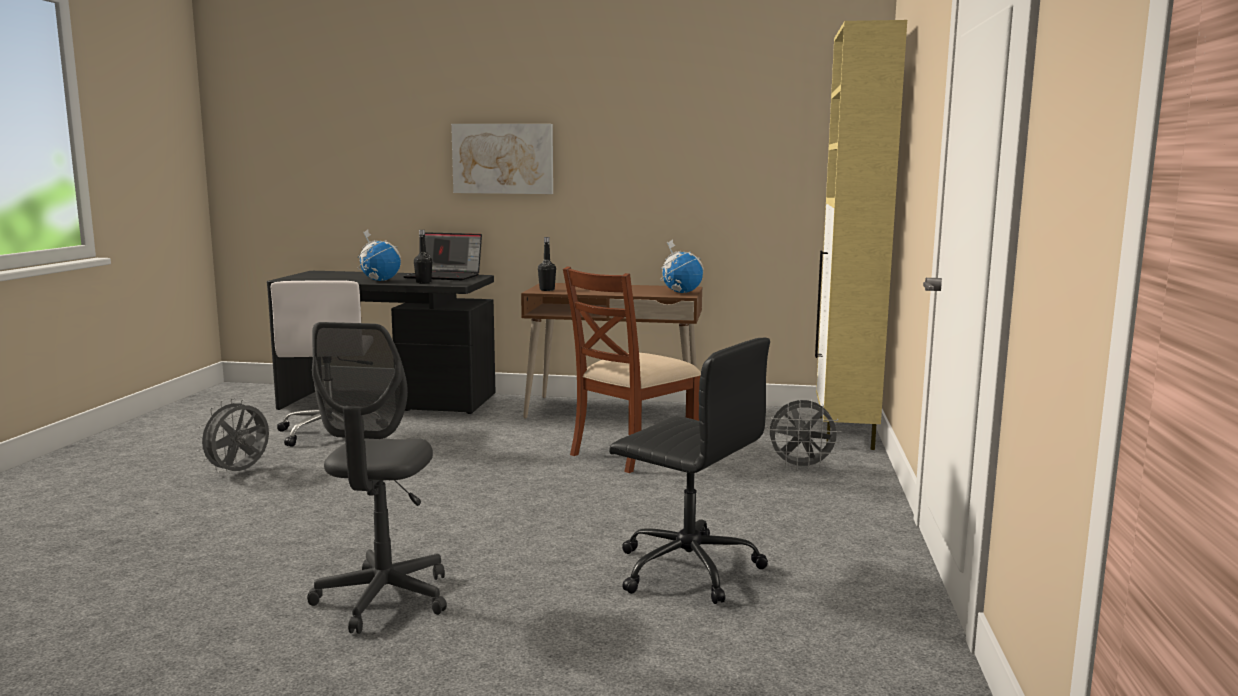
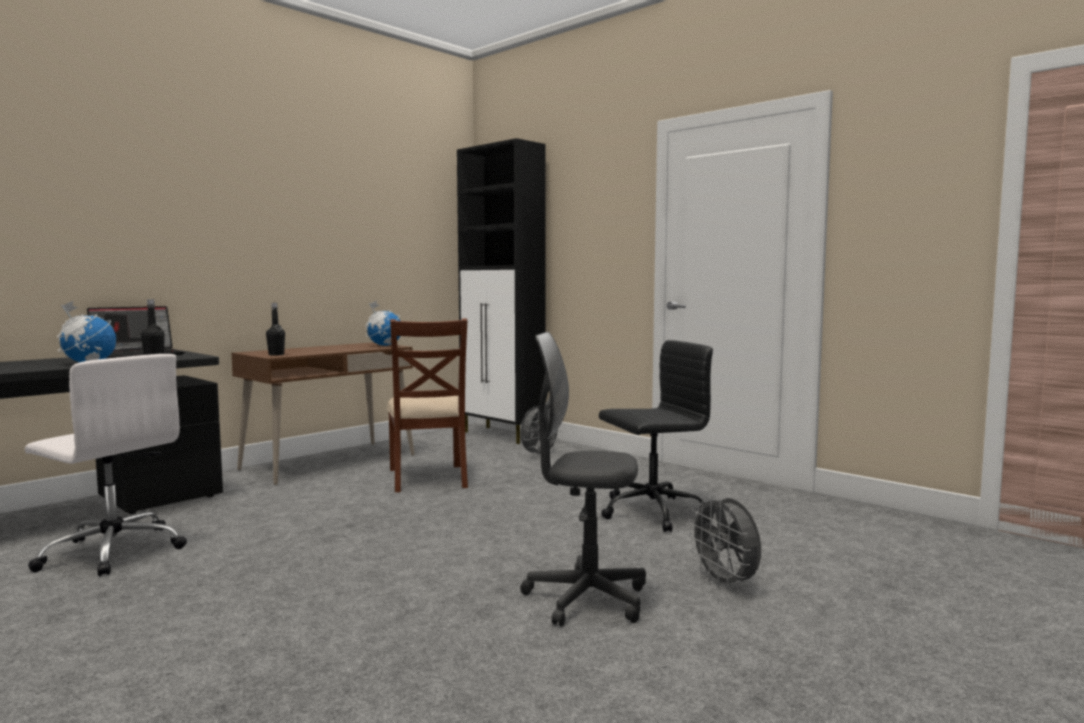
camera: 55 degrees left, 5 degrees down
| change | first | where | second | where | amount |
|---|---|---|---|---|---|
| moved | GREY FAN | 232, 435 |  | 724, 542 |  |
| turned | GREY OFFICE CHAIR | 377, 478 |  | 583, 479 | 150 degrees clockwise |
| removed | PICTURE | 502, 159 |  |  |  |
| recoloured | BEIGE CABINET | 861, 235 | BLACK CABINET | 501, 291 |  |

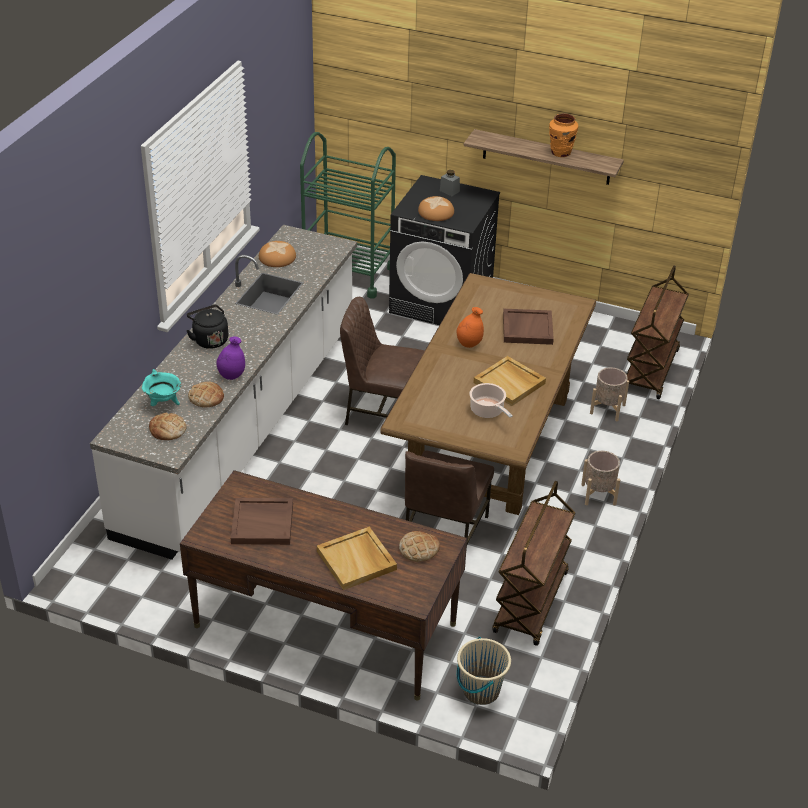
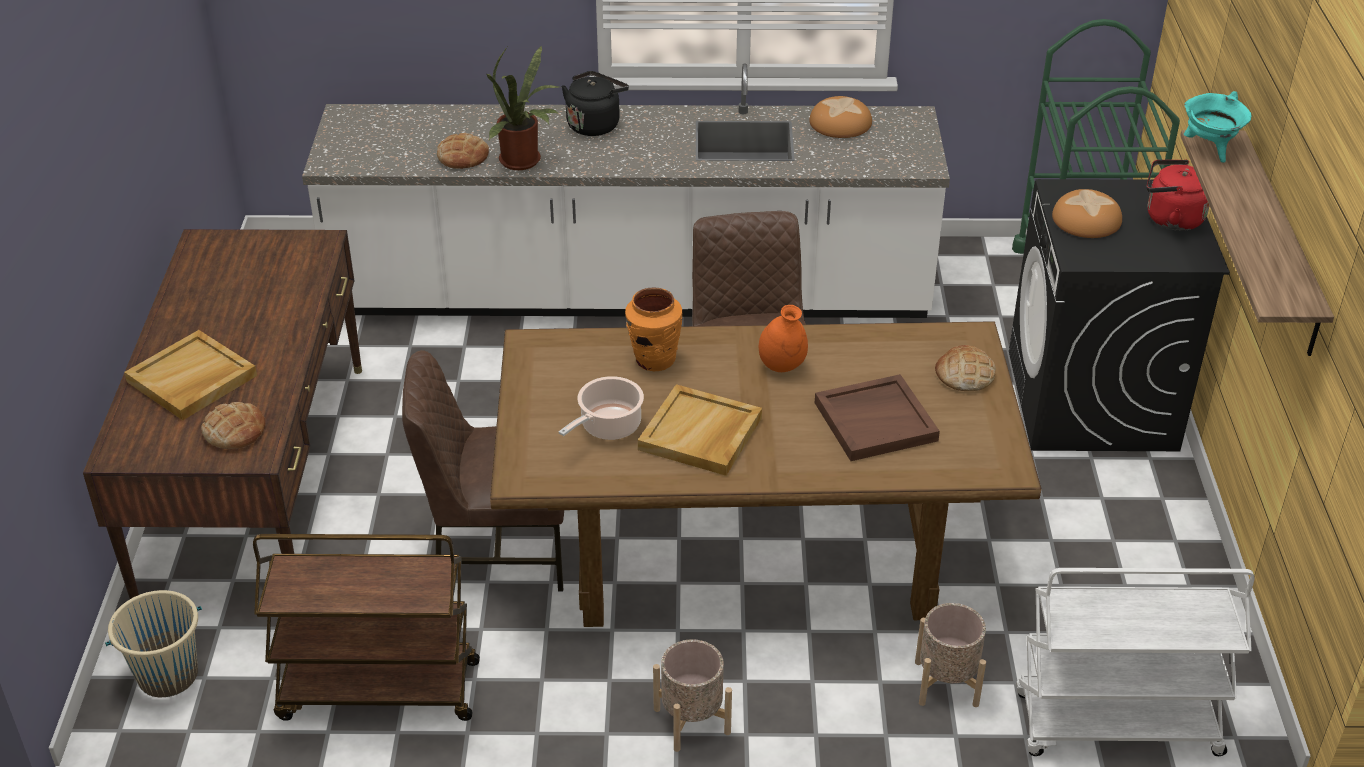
camera: 70 degrees right, 0 degrees up
| change | first | where | second | where | amount |
|---|---|---|---|---|---|
| moved | TURQUOISE COOKING POT | 161, 387 |  | 1217, 127 |  |
| moved | BREAD | 167, 426 |  | 965, 368 |  |
| replaced | PURPLE VASE | 230, 358 | POTTED PLANT | 522, 108 |  |
| removed | BROWN TRAY | 262, 521 |  |  |  |
| replaced | GREY JAR | 450, 183 | RED KETTLE | 1178, 195 |  |
| moved | ORANGE VASE | 563, 135 |  | 653, 329 |  |
| recoloured | BROWN CART | 657, 332 | WHITE CART | 1135, 662 |  |

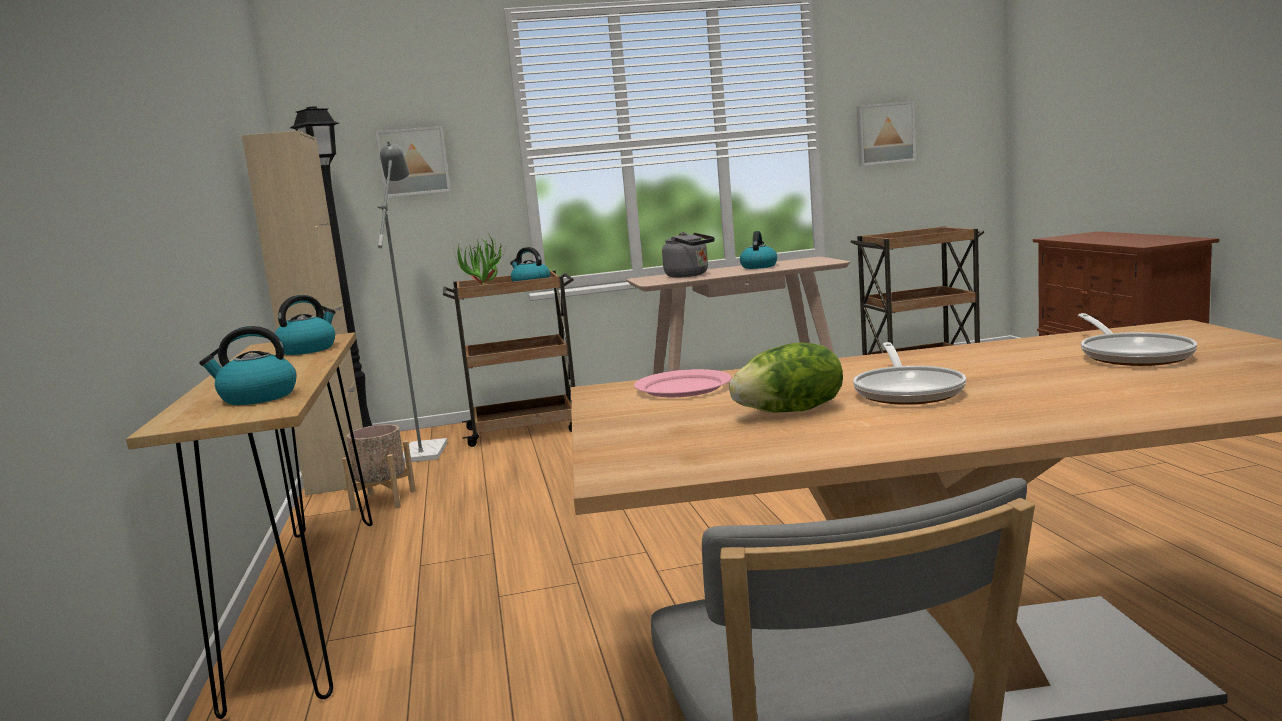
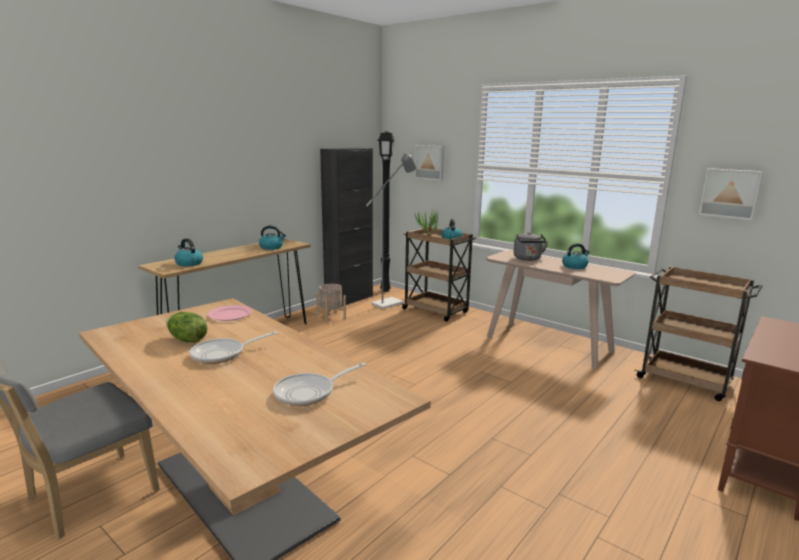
camera: 50 degrees right, 5 degrees up
| change | first | where | second | where | amount |
|---|---|---|---|---|---|
| recoloured | BEIGE CABINET | 302, 313 | BLACK CABINET | 346, 227 |  |

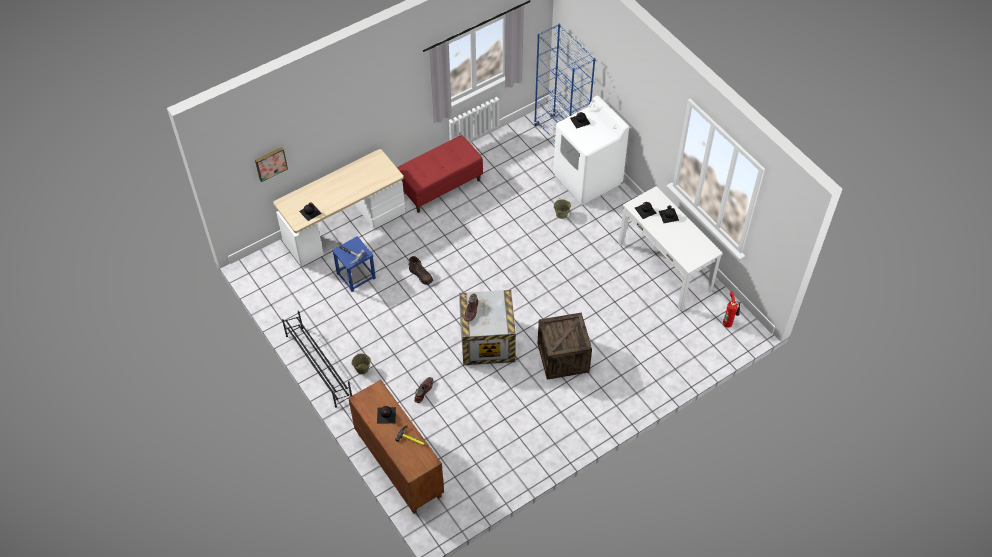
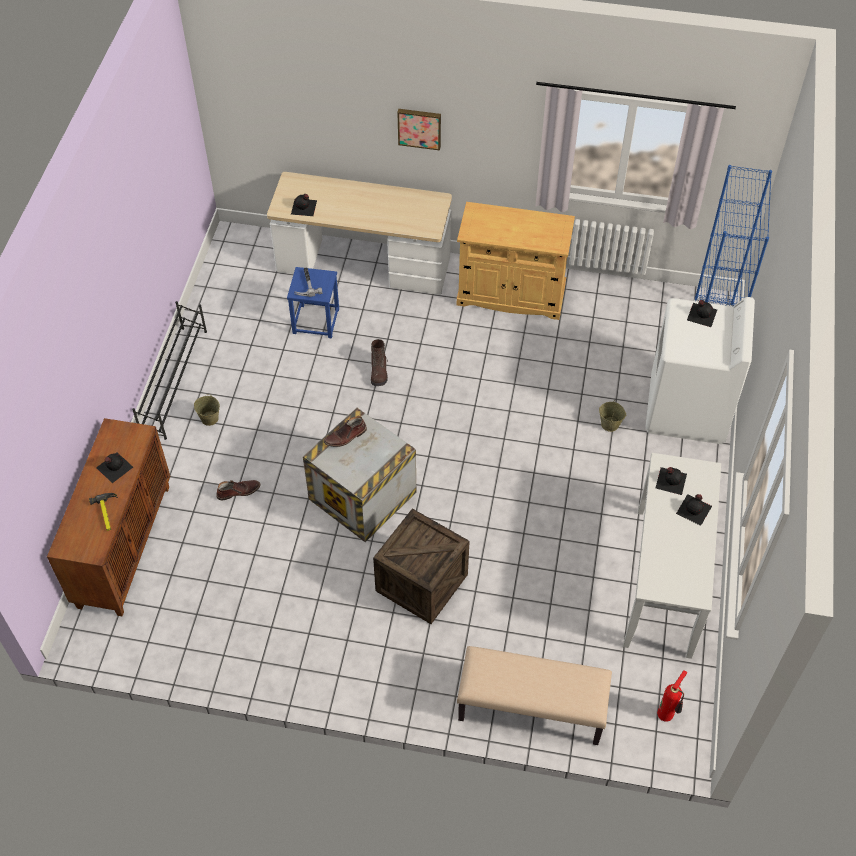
camera: 45 degrees right, 0 degrees up
| change | first | where | second | where | amount |
|---|---|---|---|---|---|
| moved | PICTURE | 271, 164 |  | 419, 130 |  |
| replaced | RED BENCH | 440, 174 | BEIGE CABINET | 516, 261 |  |
| added |  |  | BEIGE BENCH | 534, 695 |  |

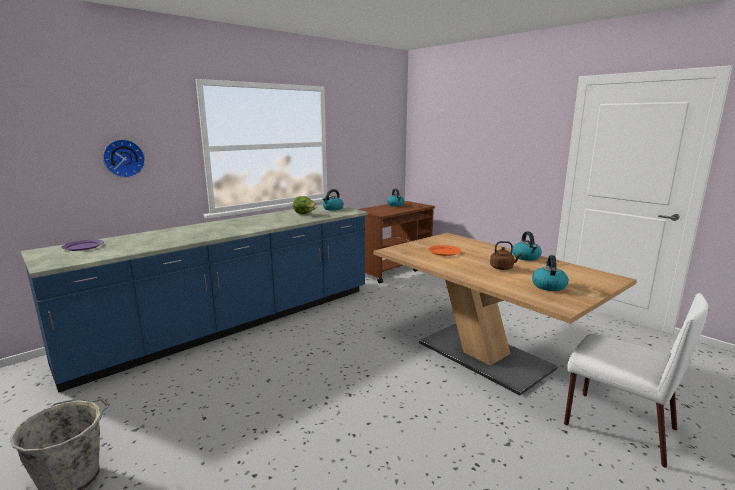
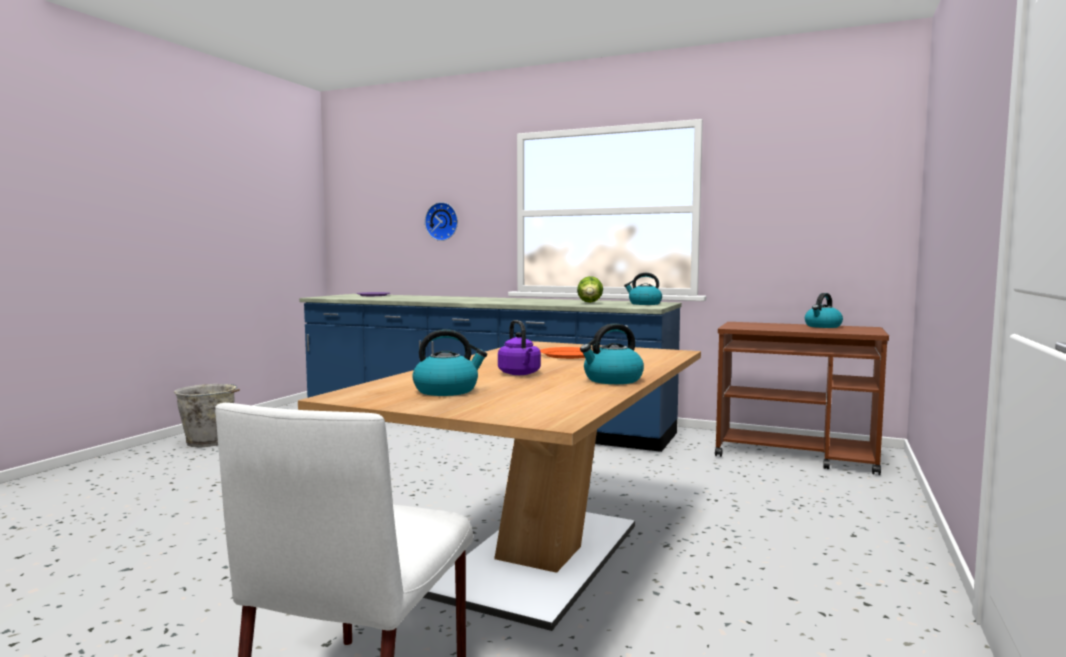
camera: 65 degrees right, 10 degrees down
| change | first | where | second | where | amount |
|---|---|---|---|---|---|
| recoloured | BROWN KETTLE | 506, 255 | PURPLE KETTLE | 519, 347 |  |

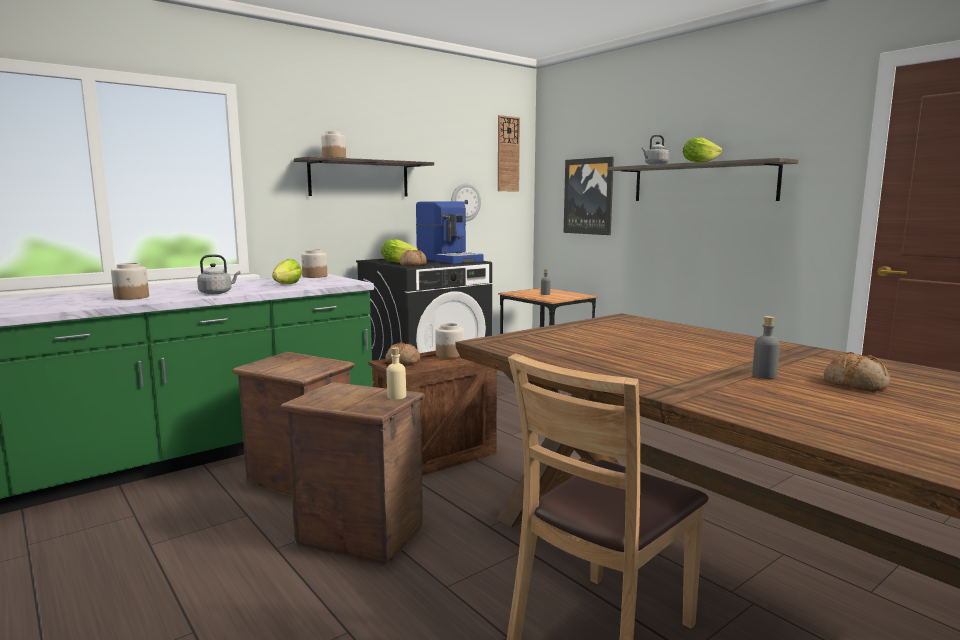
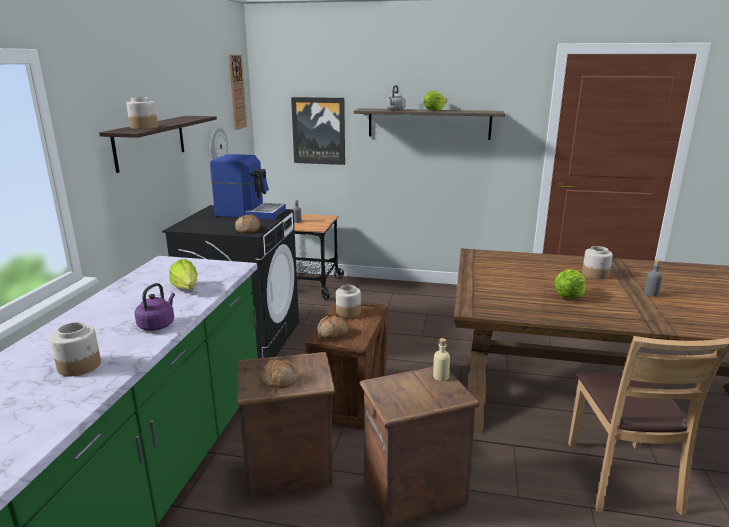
camera: 40 degrees left, 10 degrees up
| change | first | where | second | where | amount |
|---|---|---|---|---|---|
| recoloured | GREY KETTLE | 218, 274 | PURPLE KETTLE | 154, 307 |  |
| moved | JAR | 314, 263 |  | 597, 262 |  |
| moved | LETTUCE | 399, 251 |  | 569, 284 |  |
| moved | BREAD | 857, 371 |  | 278, 373 |  |

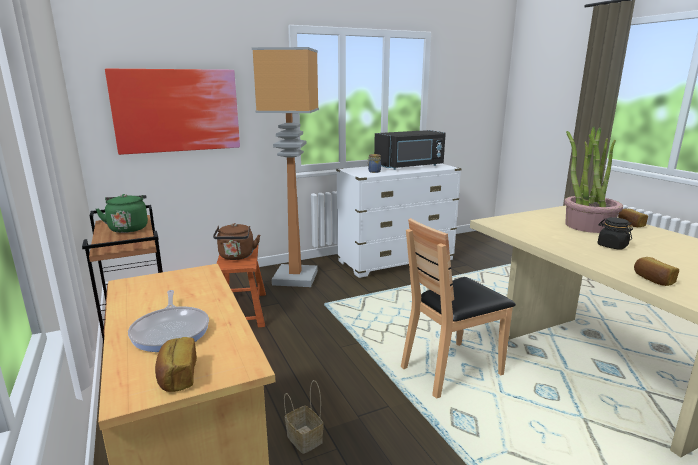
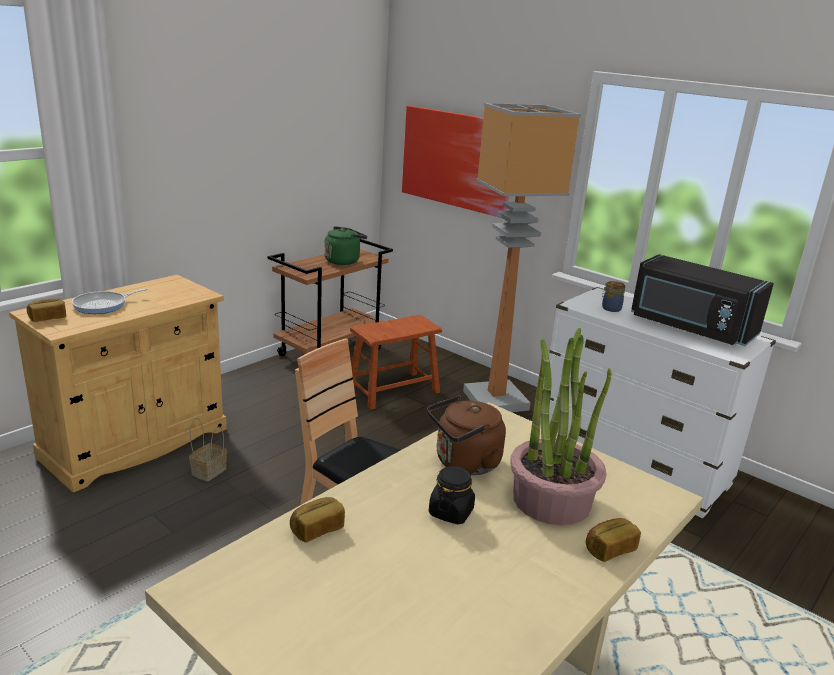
camera: 65 degrees right, 5 degrees up
| change | first | where | second | where | amount |
|---|---|---|---|---|---|
| moved | BROWN KETTLE | 236, 241 |  | 466, 435 |  |

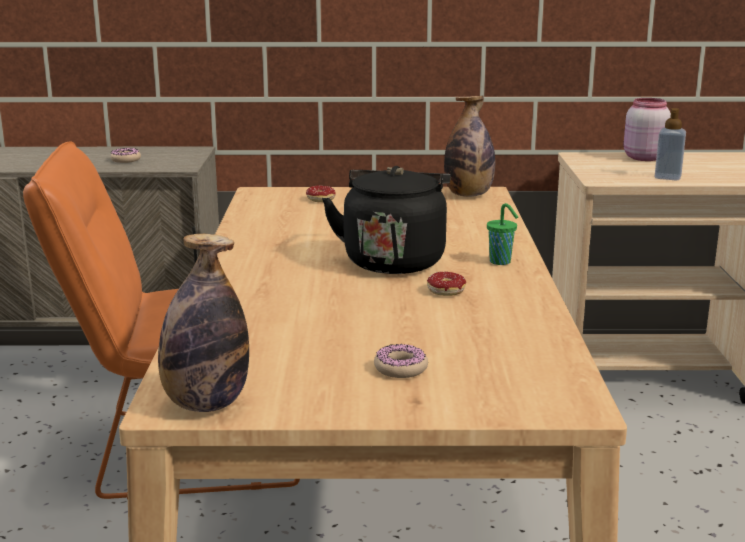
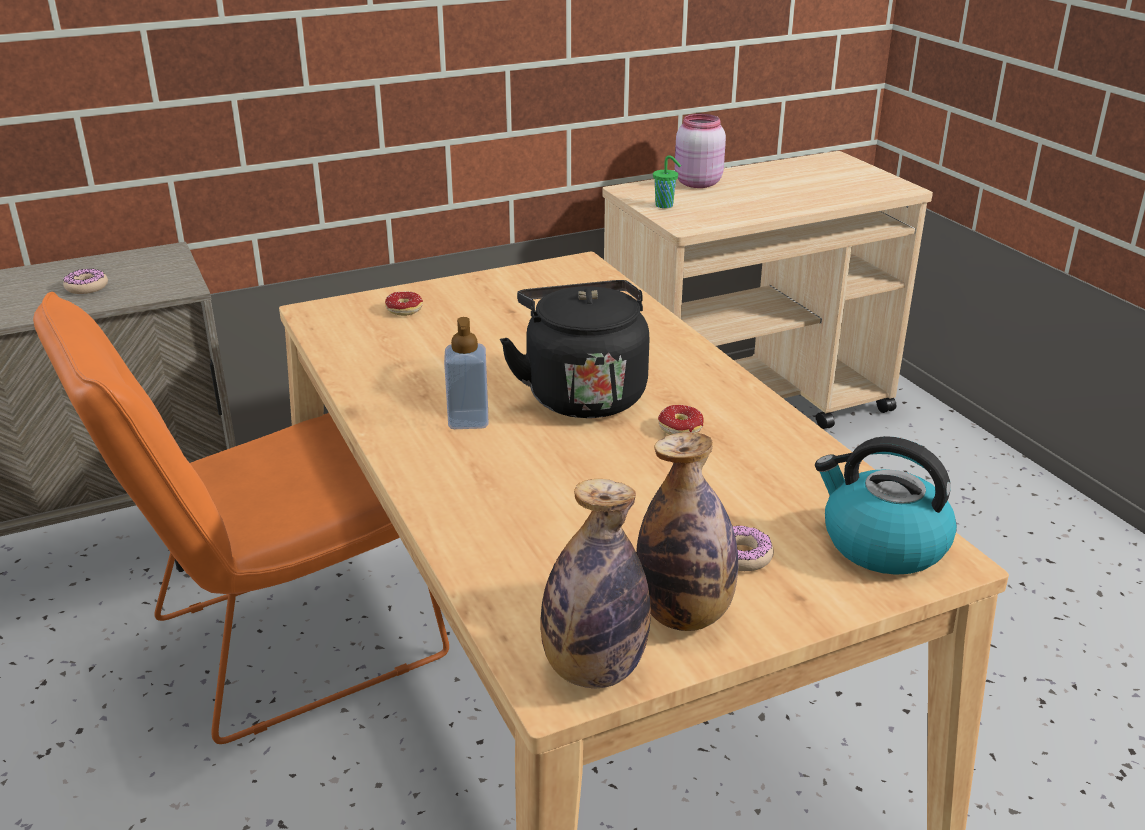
camera: 25 degrees left, 10 degrees up
| change | first | where | second | where | amount |
|---|---|---|---|---|---|
| moved | BOTTLE | 469, 146 |  | 687, 531 |  |
| moved | GREEN CUP | 502, 234 |  | 667, 181 |  |
| moved | SOAP DISPENSER | 670, 144 |  | 466, 373 |  |
| added |  |  | KETTLE | 886, 505 |  |

